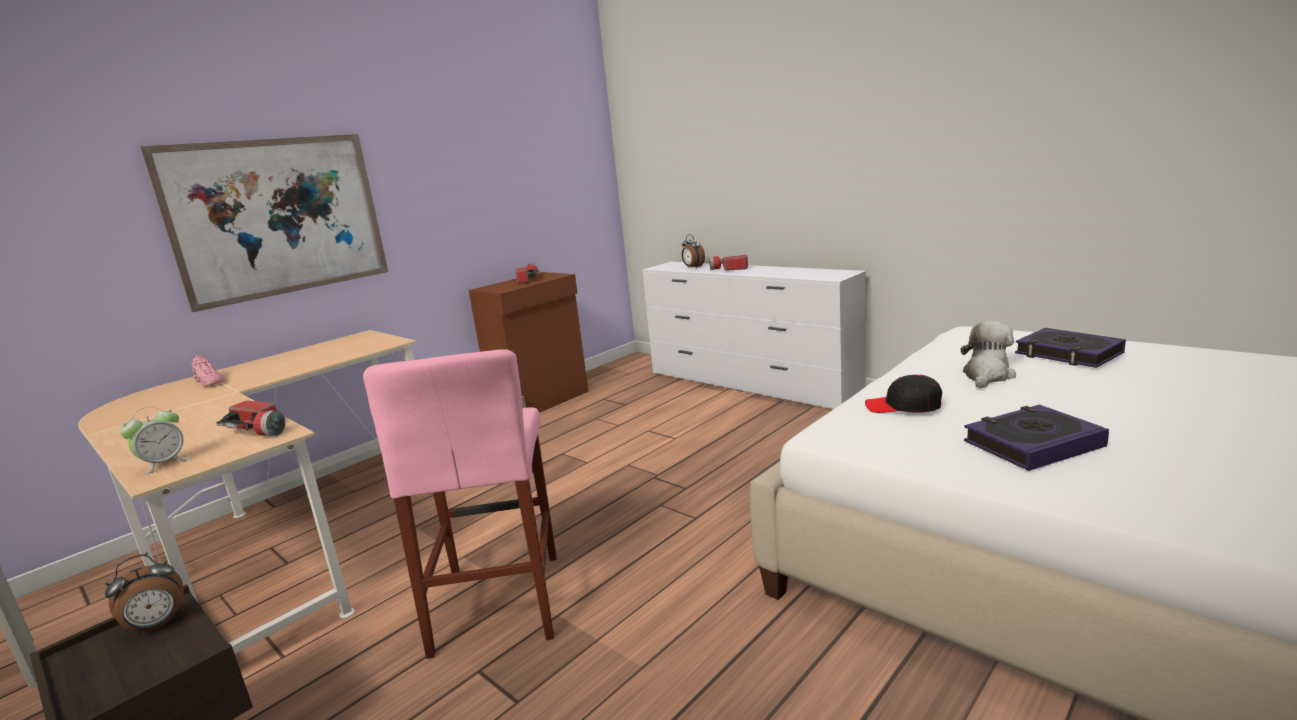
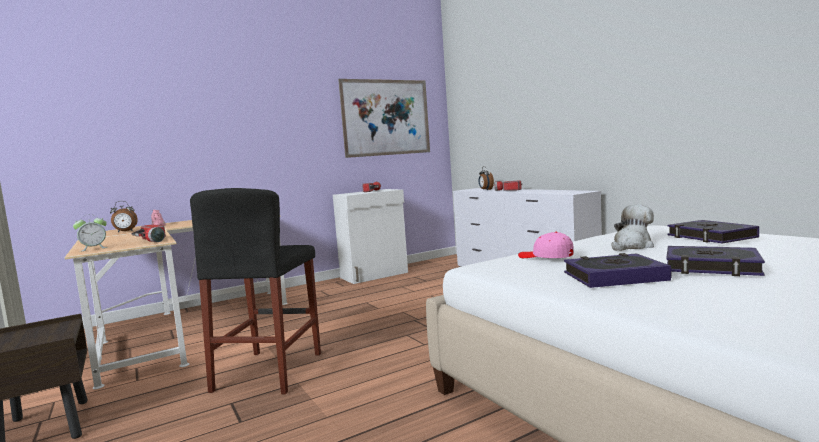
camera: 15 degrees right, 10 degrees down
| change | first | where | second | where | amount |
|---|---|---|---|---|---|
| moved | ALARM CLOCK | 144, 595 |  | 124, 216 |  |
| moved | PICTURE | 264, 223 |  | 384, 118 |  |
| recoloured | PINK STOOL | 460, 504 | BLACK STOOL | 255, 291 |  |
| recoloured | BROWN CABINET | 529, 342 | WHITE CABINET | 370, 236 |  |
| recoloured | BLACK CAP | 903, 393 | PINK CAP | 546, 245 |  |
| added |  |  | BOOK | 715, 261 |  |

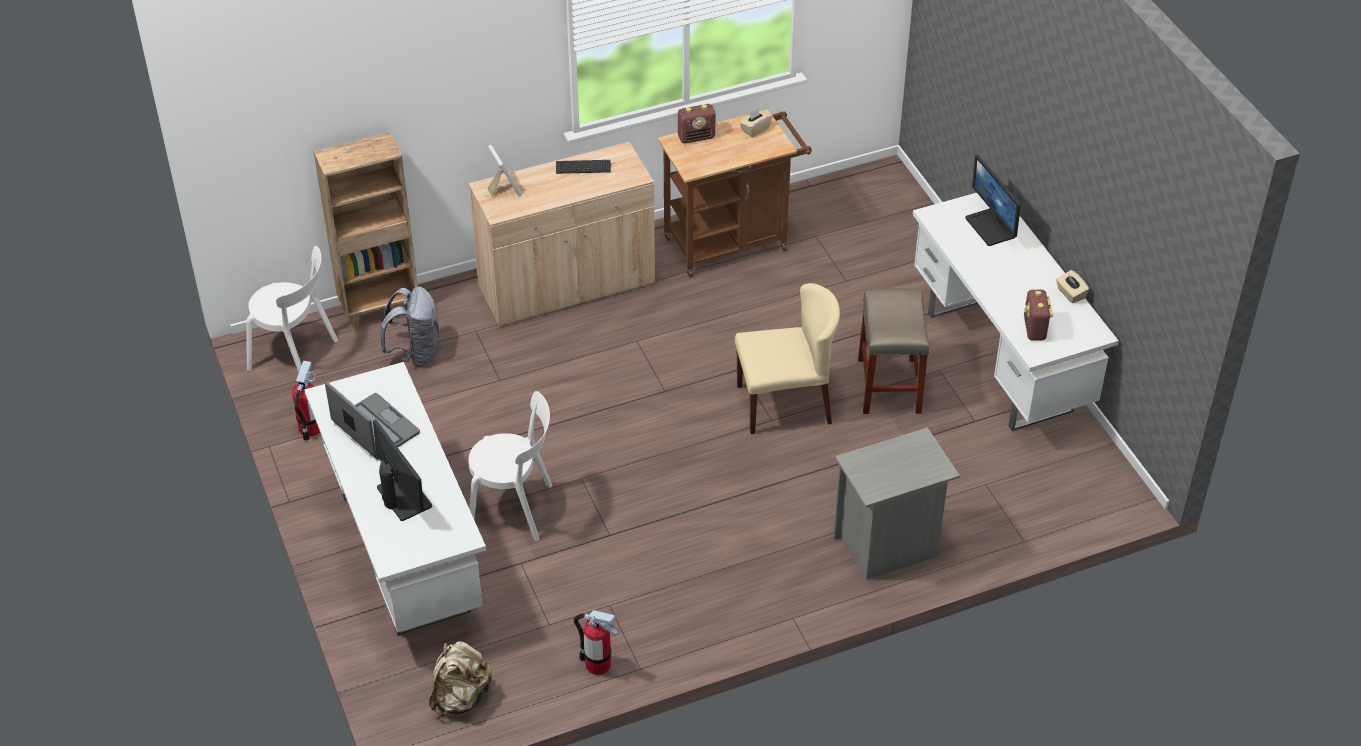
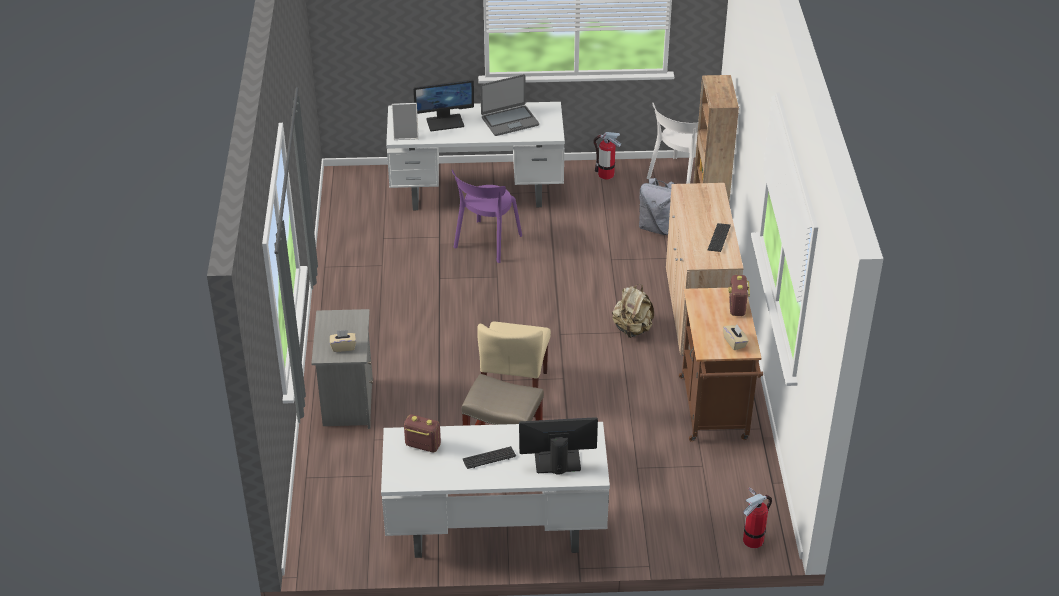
camera: 110 degrees right, 5 degrees down
| change | first | where | second | where | amount |
|---|---|---|---|---|---|
| moved | BEIGE BACKPACK | 460, 678 |  | 633, 311 |  |
| recoloured | WHITE CHAIR | 510, 466 | PURPLE CHAIR | 487, 216 |  |
| moved | PICTURE FRAME | 504, 171 |  | 405, 121 |  |
| moved | FIRE EXTINGUISHER | 596, 642 |  | 757, 518 |  |
| moved | BEIGE TISSUE BOX | 1073, 286 |  | 343, 341 |  |
| added |  |  | KEYBOARD | 489, 457 |  |

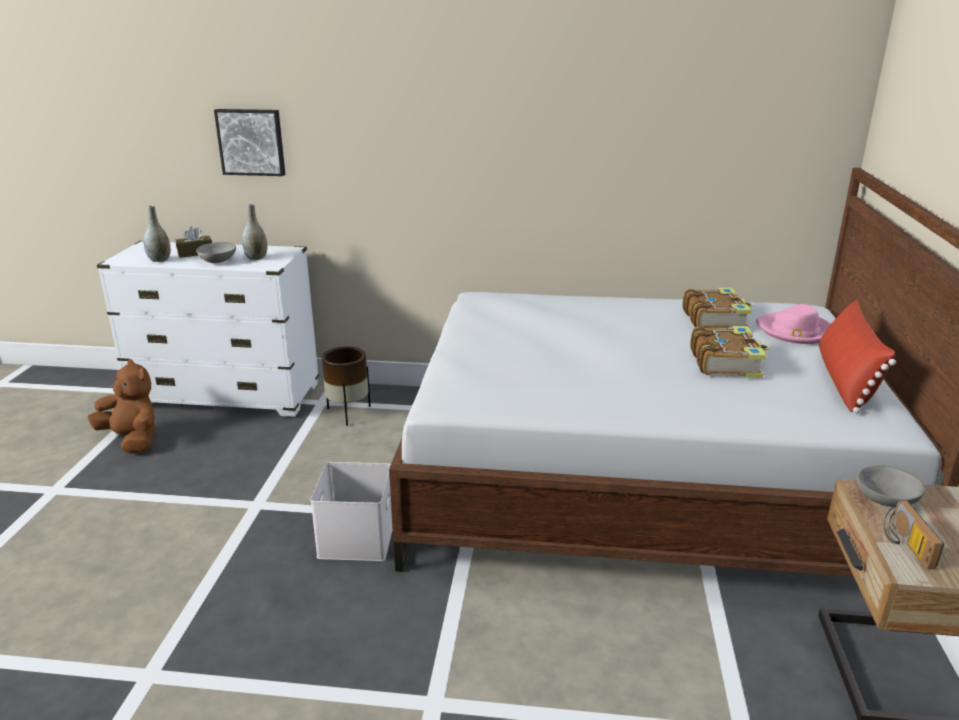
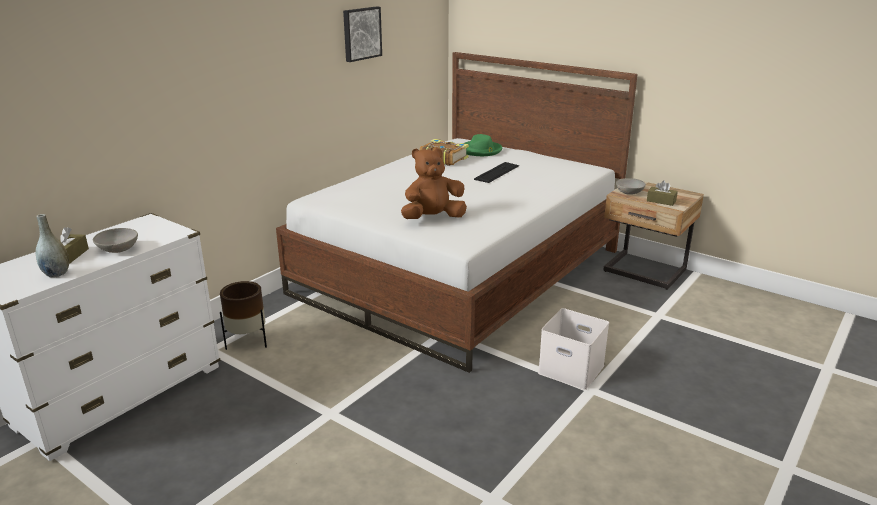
camera: 60 degrees left, 0 degrees up
| change | first | where | second | where | amount |
|---|---|---|---|---|---|
| moved | BROWN PLUSH TOY | 121, 406 |  | 434, 183 |  |
| moved | PICTURE | 249, 142 |  | 362, 34 |  |
| removed | GREY VASE | 254, 232 |  |  |  |
| moved | WHITE STORAGE BOX | 351, 511 |  | 573, 349 |  |
| replaced | BOOK | 729, 352 | KEYBOARD | 496, 172 |  |
| recoloured | PINK HAT | 793, 324 | GREEN HAT | 483, 145 |  |
| removed | RED PILLOW | 857, 357 |  |  |  |
| replaced | RADIO | 914, 535 | BROWN TISSUE BOX | 662, 193 |  |

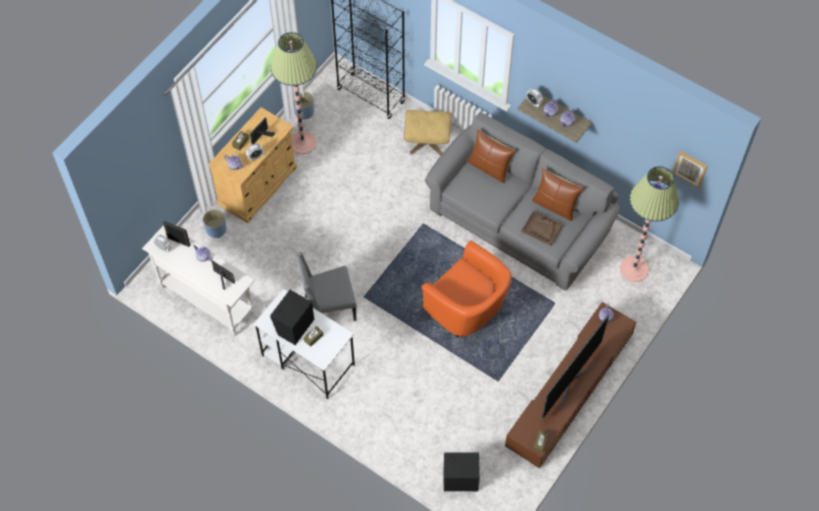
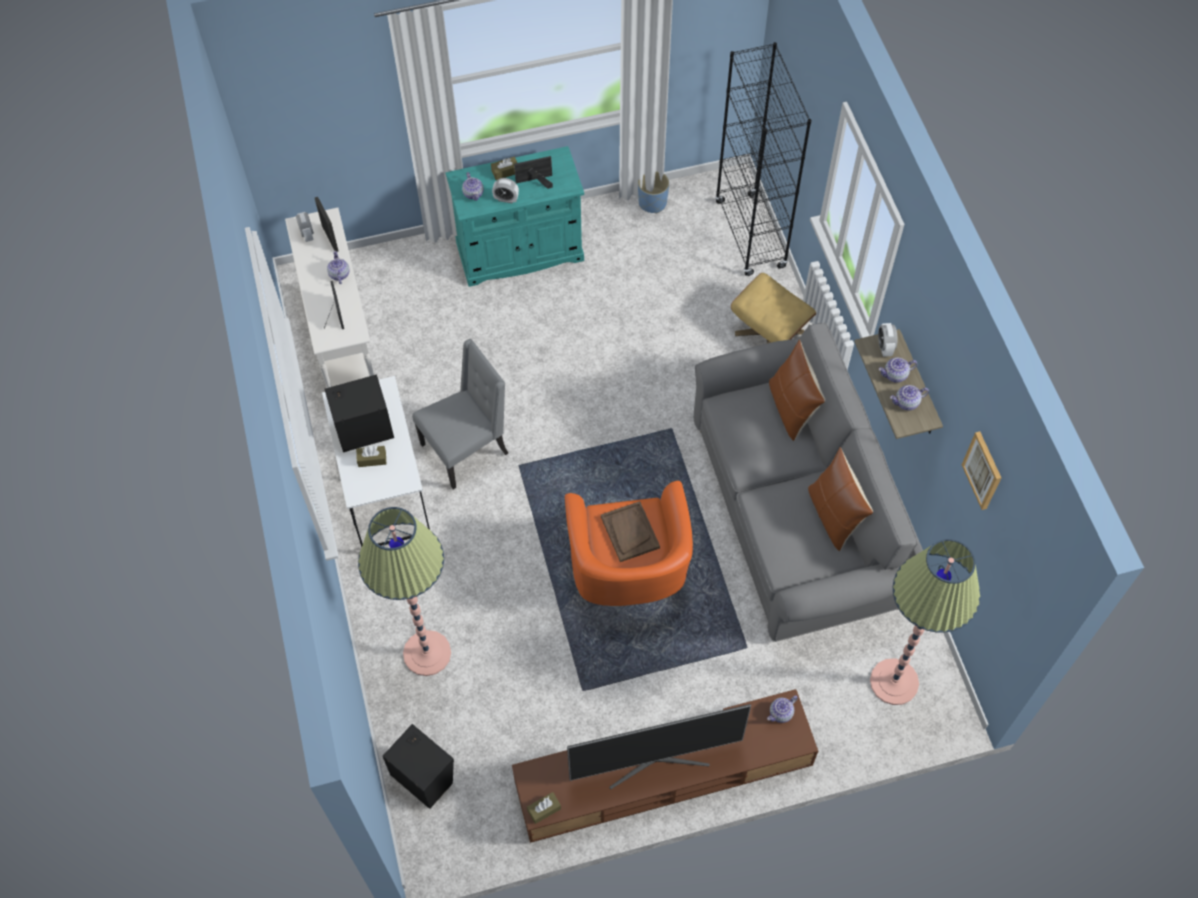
camera: 40 degrees right, 0 degrees up
| change | first | where | second | where | amount |
|---|---|---|---|---|---|
| removed | BLUE PLANTER | 214, 223 |  |  |  |
| recoloured | BEIGE CABINET | 252, 165 | TURQUOISE CABINET | 514, 216 |  |
| moved | FLOOR LAMP | 293, 93 |  | 404, 591 |  |
| turned | GREY CHAIR | 326, 286 |  | 460, 414 | 120 degrees clockwise |
| moved | BROWN TRAY | 542, 228 |  | 630, 531 |  |
| moved | PICTURE | 690, 169 |  | 981, 470 |  |

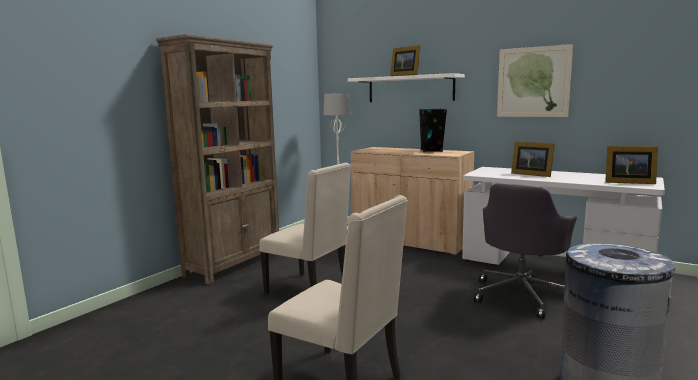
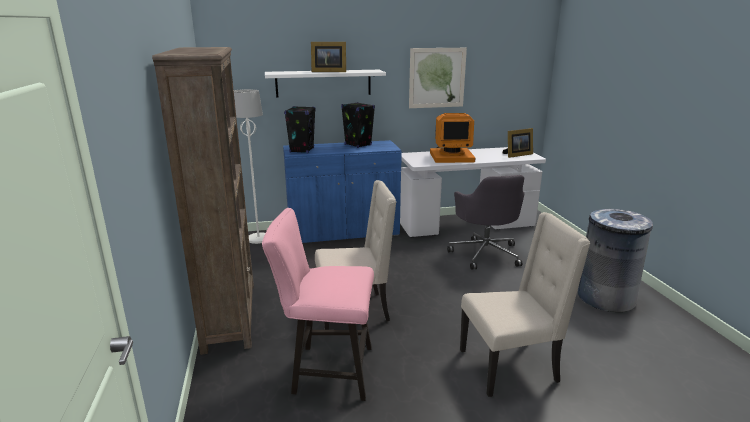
camera: 45 degrees left, 10 degrees up
| change | first | where | second | where | amount |
|---|---|---|---|---|---|
| recoloured | BEIGE CABINET | 413, 201 | BLUE CABINET | 342, 191 |  |
| replaced | PICTURE FRAME | 533, 159 | MONITOR | 453, 138 |  |
| added |  |  | PINK CHAIR | 318, 304 |  |
| added |  |  | BLACK SPEAKER | 300, 129 |  |

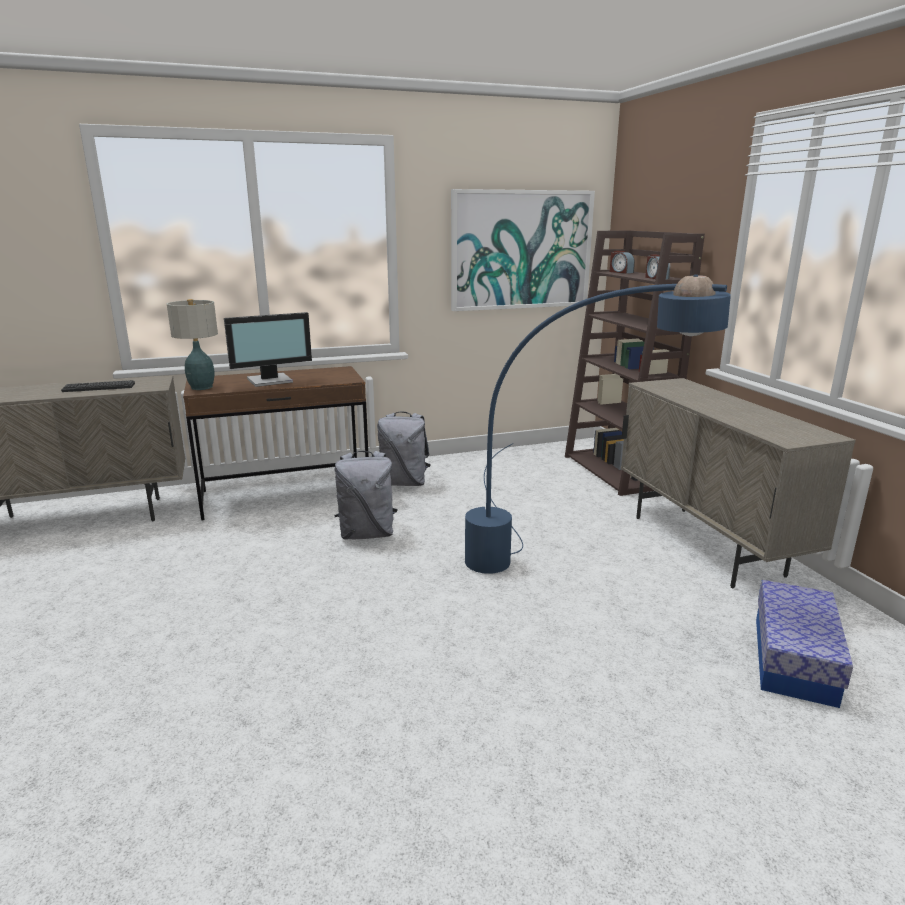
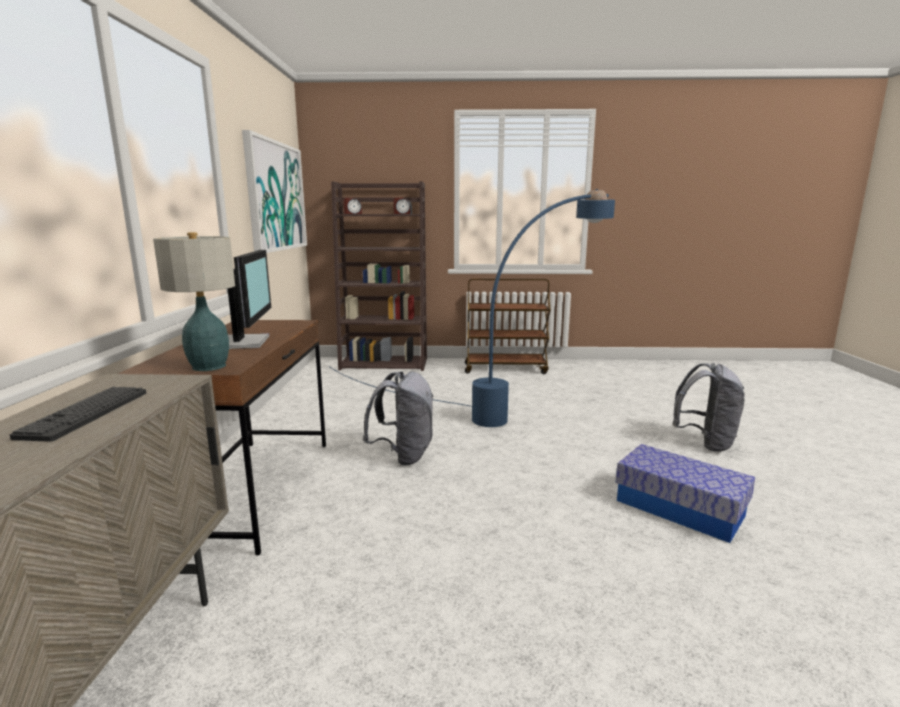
camera: 70 degrees left, 5 degrees down
| change | first | where | second | where | amount |
|---|---|---|---|---|---|
| moved | GREY BACKPACK | 404, 448 |  | 709, 407 |  |
| replaced | BEIGE CABINET | 738, 483 | BROWN CART | 508, 326 |  |
| moved | STORAGE BOX | 804, 644 |  | 685, 493 |  |

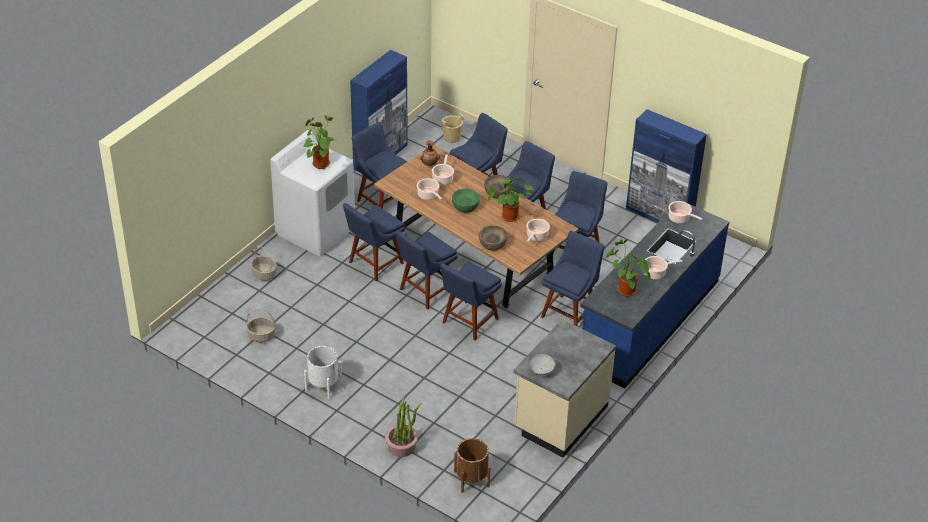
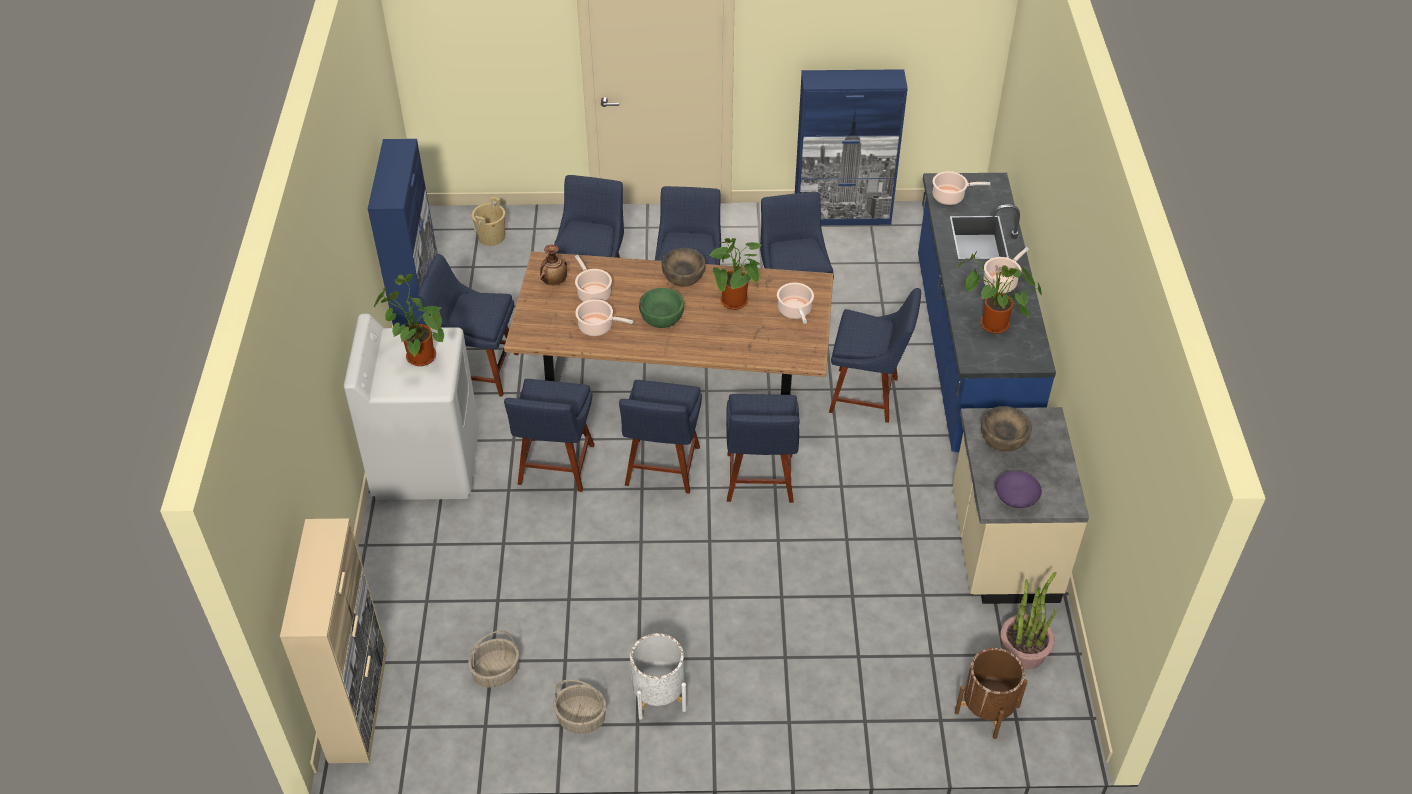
camera: 35 degrees left, 5 degrees up
| change | first | where | second | where | amount |
|---|---|---|---|---|---|
| moved | BASKET | 264, 263 |  | 580, 707 |  |
| moved | POTTED PLANT | 403, 427 |  | 1028, 620 |  |
| moved | BROWN BOWL | 493, 238 |  | 1006, 429 |  |
| recoloured | GREY BOWL | 541, 364 | PURPLE BOWL | 1018, 489 |  |
| turned | BLUE CHAIR | 572, 278 |  | 875, 355 | 105 degrees clockwise |
| added |  |  | BEIGE CABINET | 333, 640 |  |

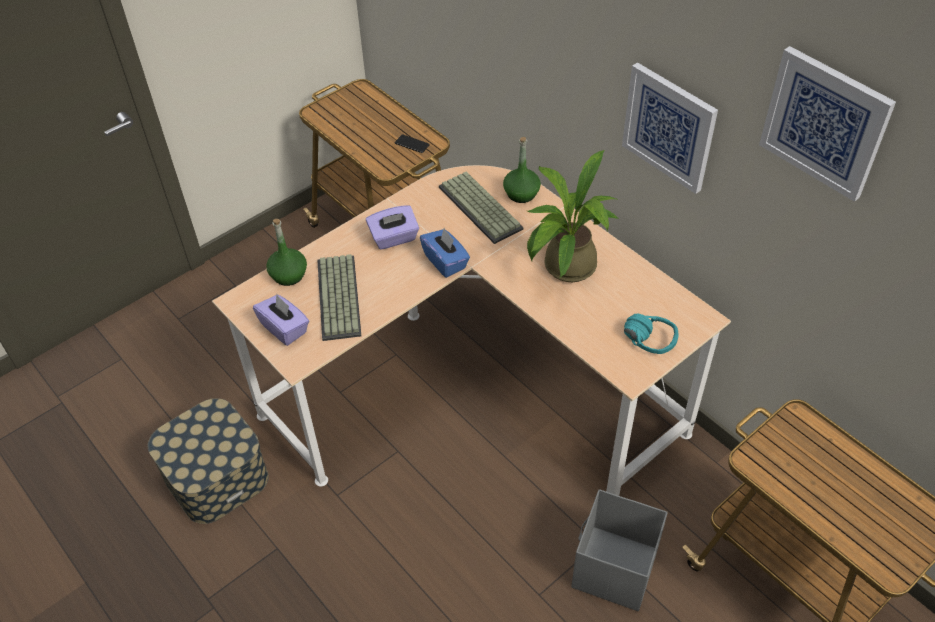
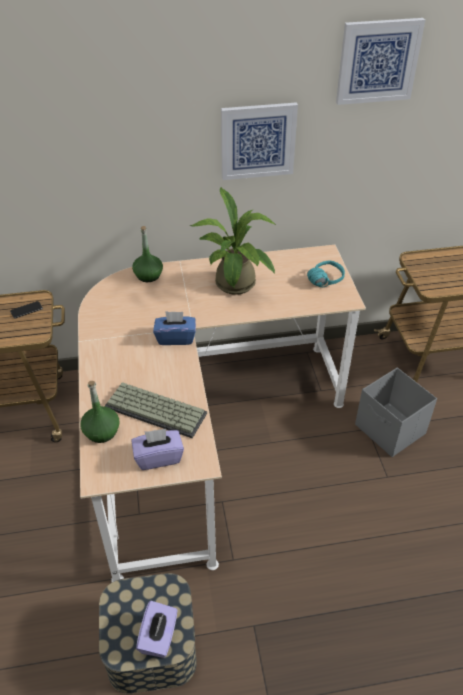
camera: 60 degrees left, 5 degrees down
| change | first | where | second | where | amount |
|---|---|---|---|---|---|
| moved | PURPLE TISSUE BOX | 392, 228 |  | 156, 629 |  |
| removed | KEYBOARD | 481, 207 |  |  |  |

